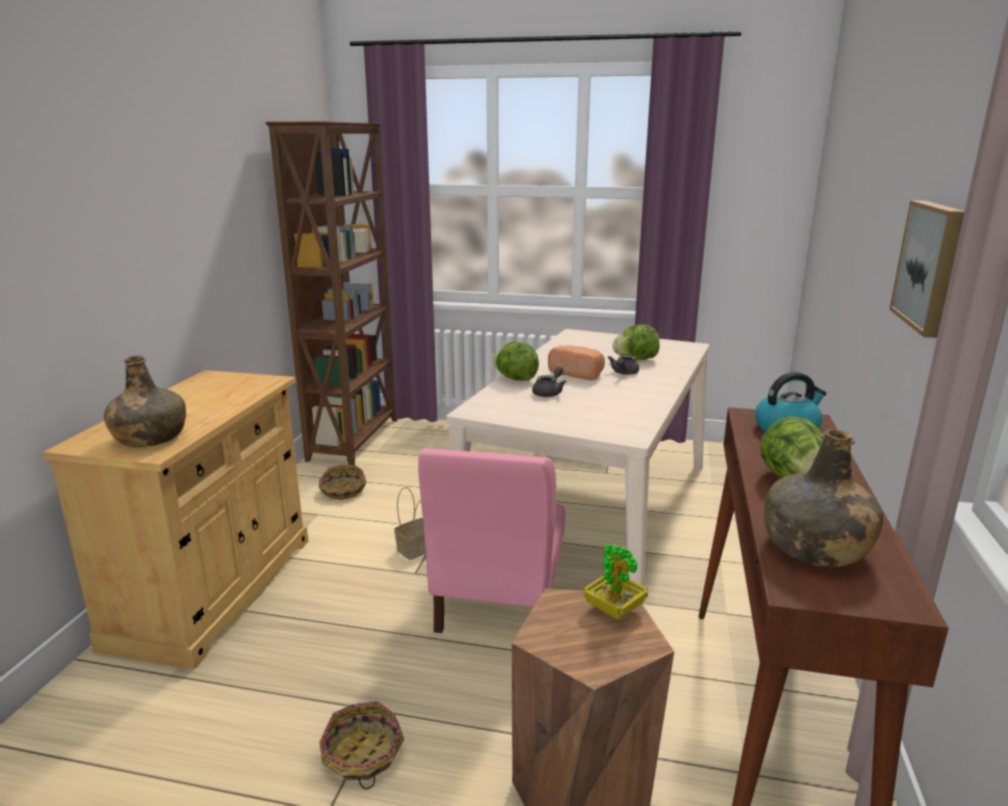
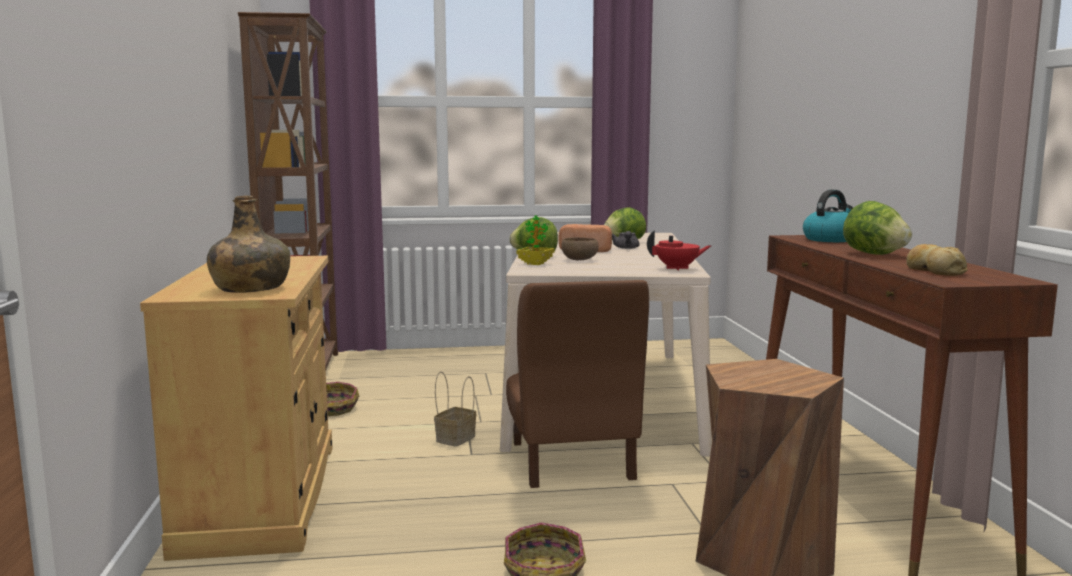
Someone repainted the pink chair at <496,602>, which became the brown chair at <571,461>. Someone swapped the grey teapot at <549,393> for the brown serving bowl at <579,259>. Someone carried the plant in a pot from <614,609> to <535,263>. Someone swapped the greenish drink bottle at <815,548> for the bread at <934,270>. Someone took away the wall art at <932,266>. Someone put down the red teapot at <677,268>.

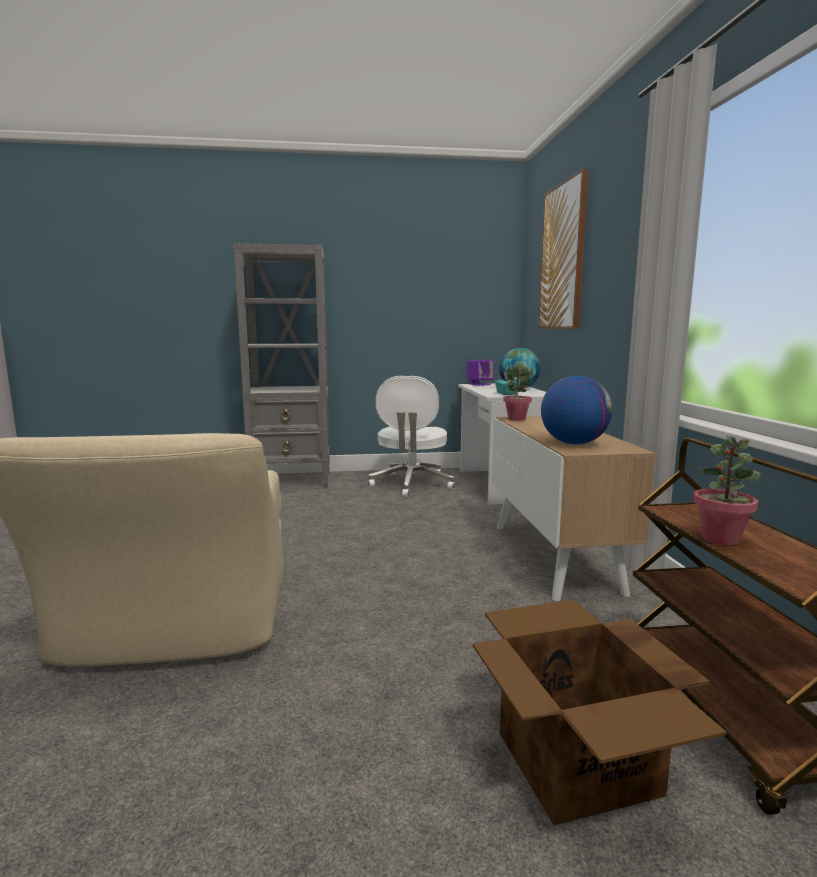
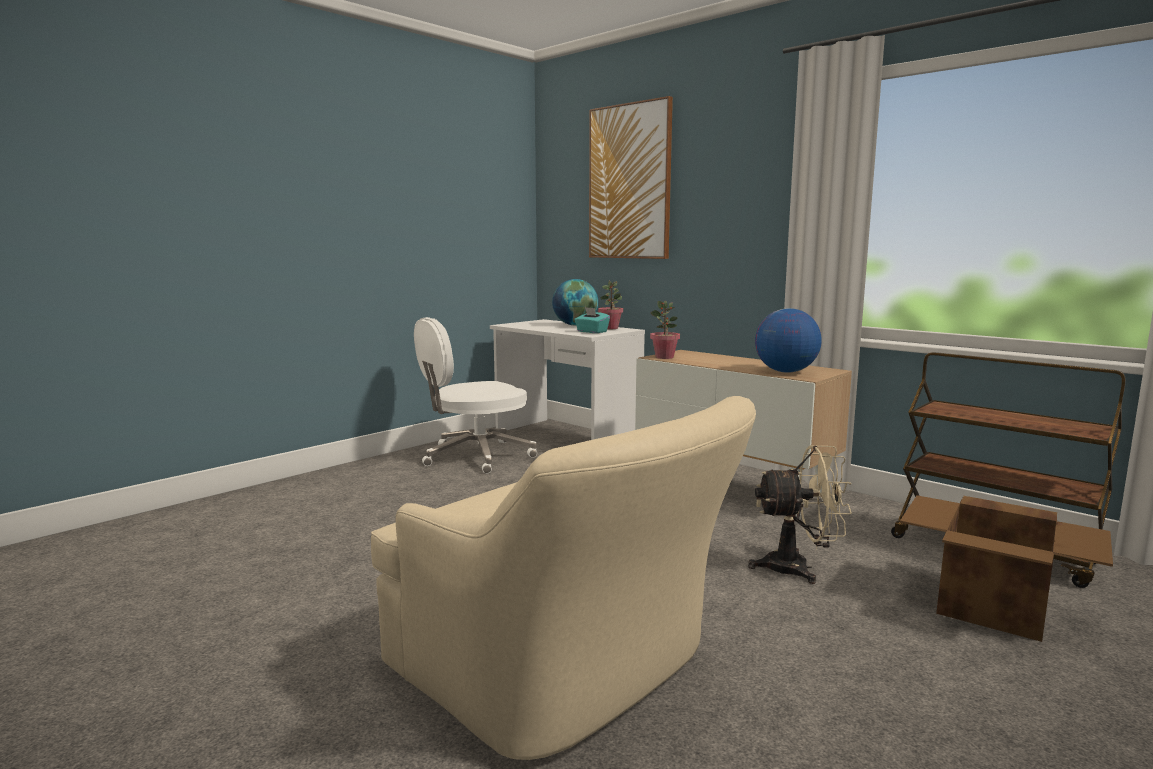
Someone took away the grey bookshelf at <293,481>. Someone rotated the whitish office chair at <411,484> by 90 degrees clockwise. Someone took away the purple loudspeaker at <479,384>. Someone carried the plant in a pot from <720,539> to <610,328>. Someone put down the sand-coloured electric fan at <798,568>.

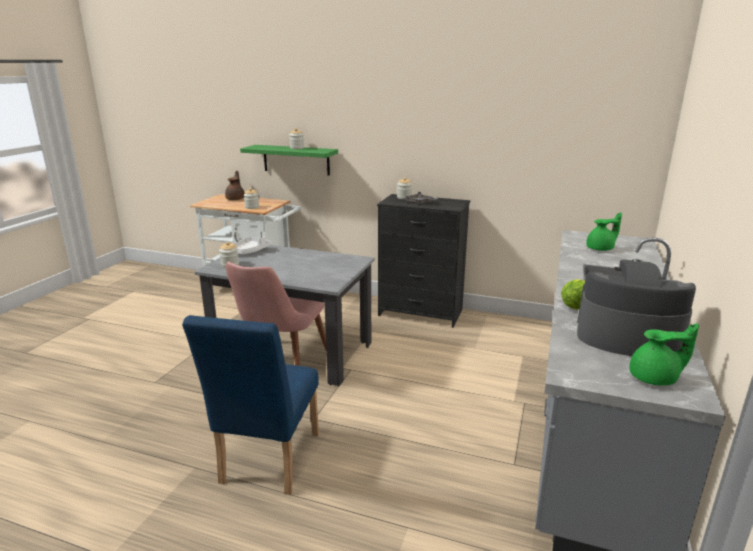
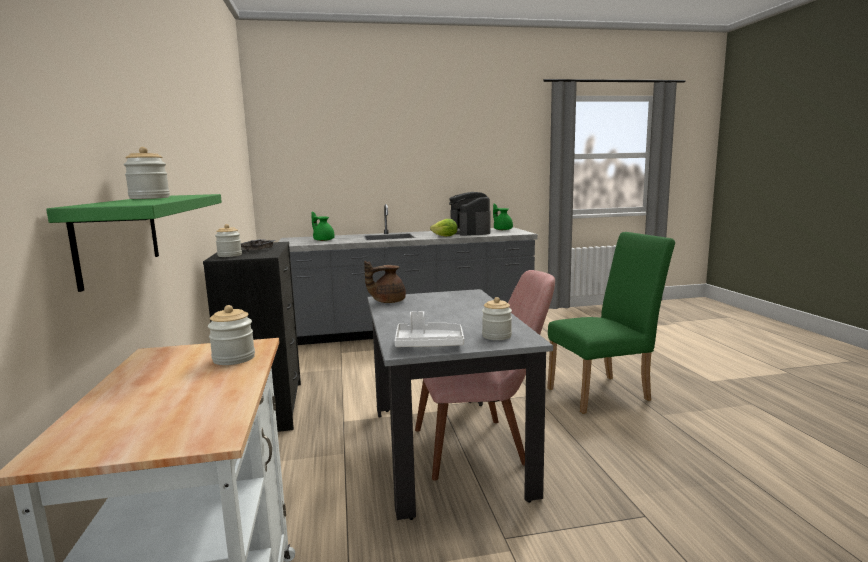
Someone repainted the bluish chair at <267,463>, which became the greenish chair at <605,393>. Someone carried the brown teapot from <236,199> to <387,301>.

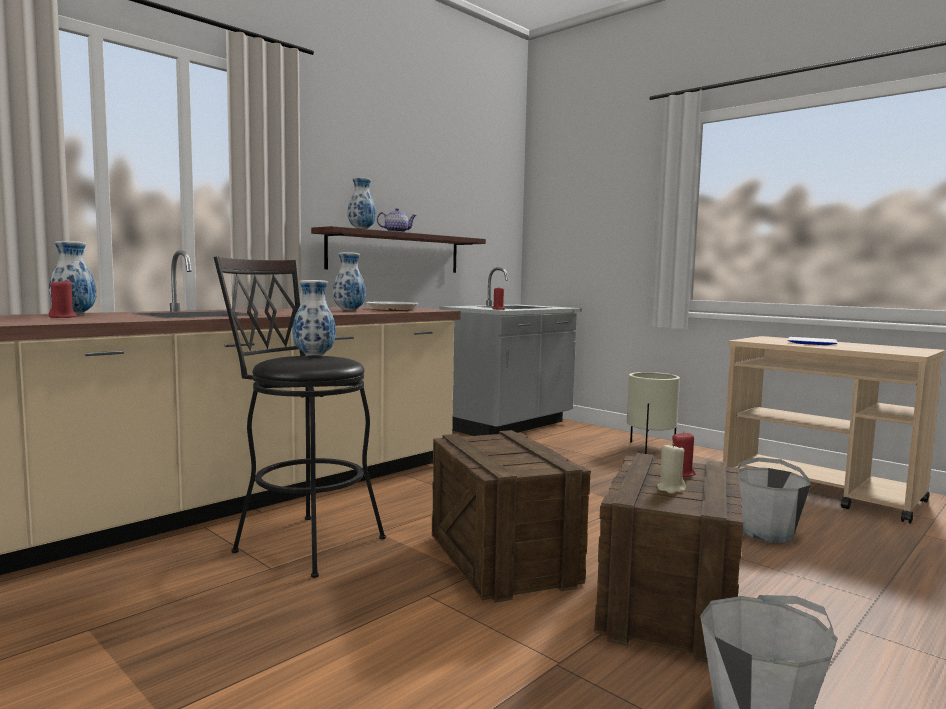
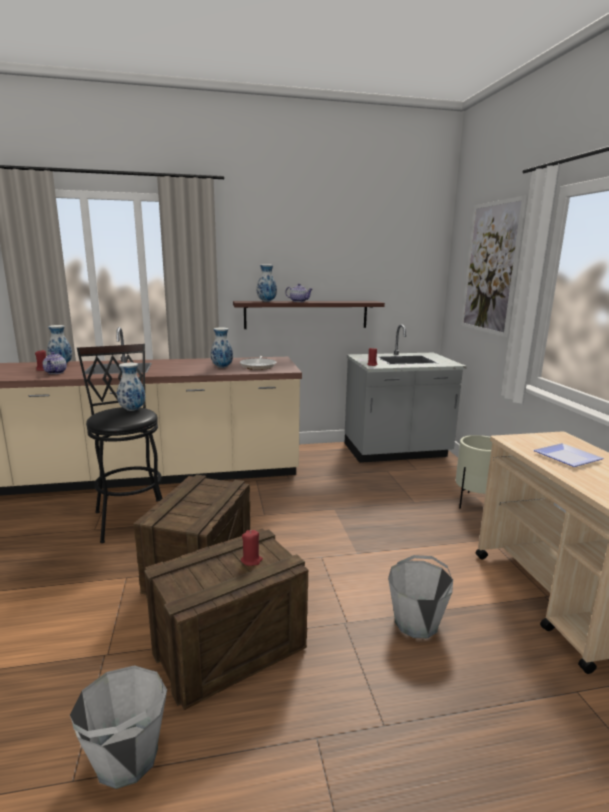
Someone took away the sand-coloured wax candle at <670,489>. Someone put down the teapot at <56,372>. Someone put up the wall art at <490,268>.

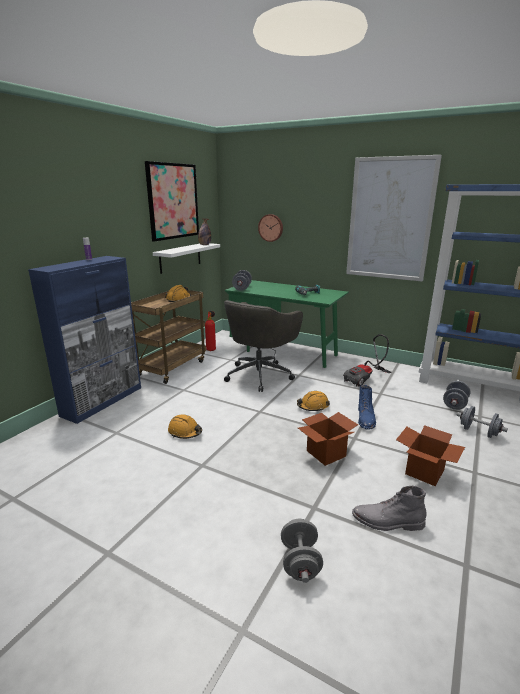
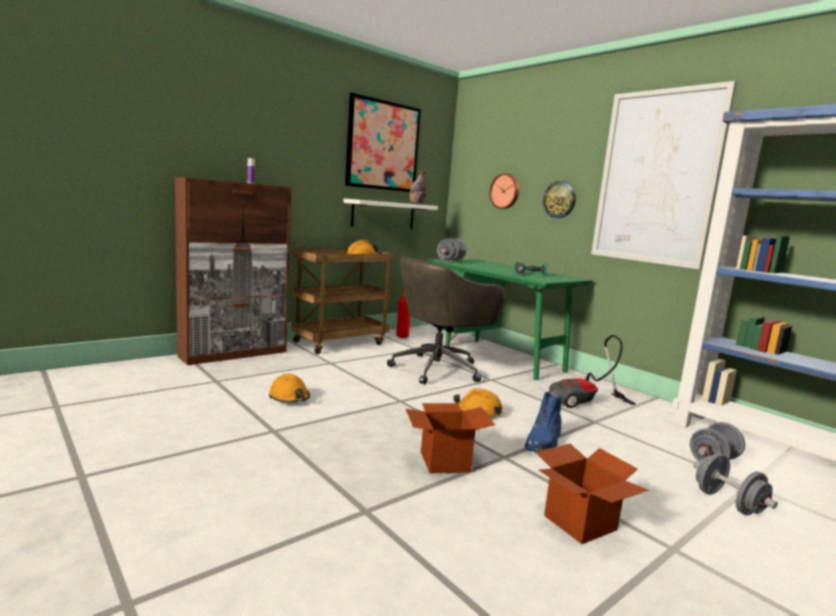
Someone repainted the bluish cabinet at <103,401>, which became the brown cabinet at <234,354>. Someone took away the grey dumbbell at <300,562>. Someone took away the grey boot at <387,522>. Someone put up the clock on the wall at <559,199>.

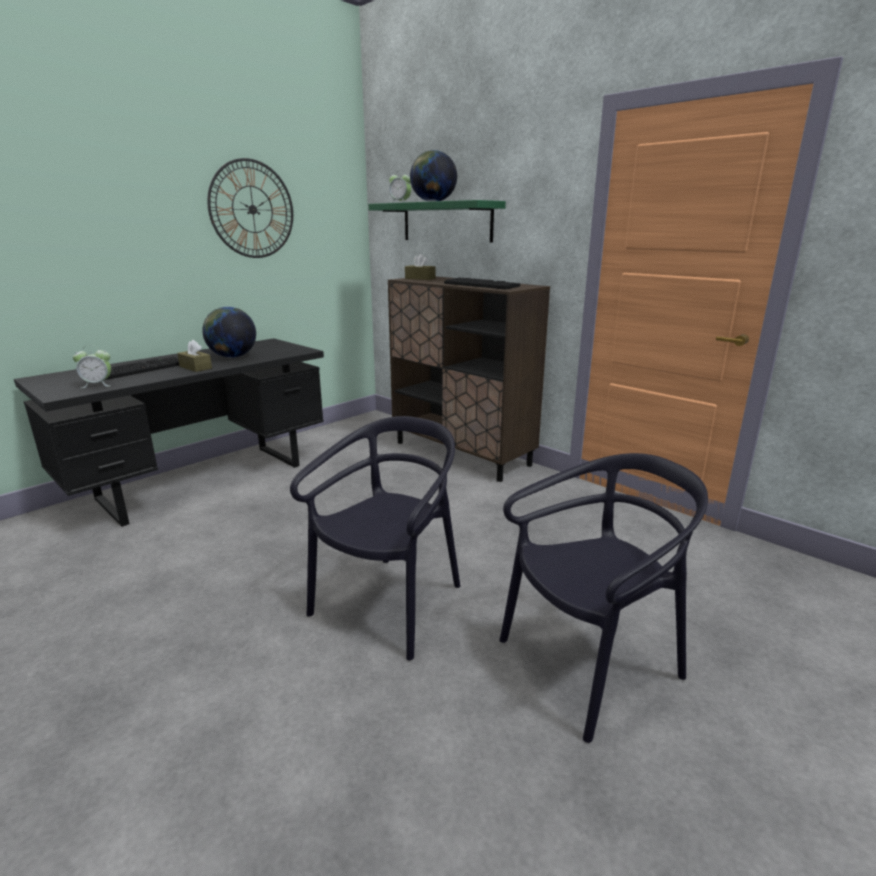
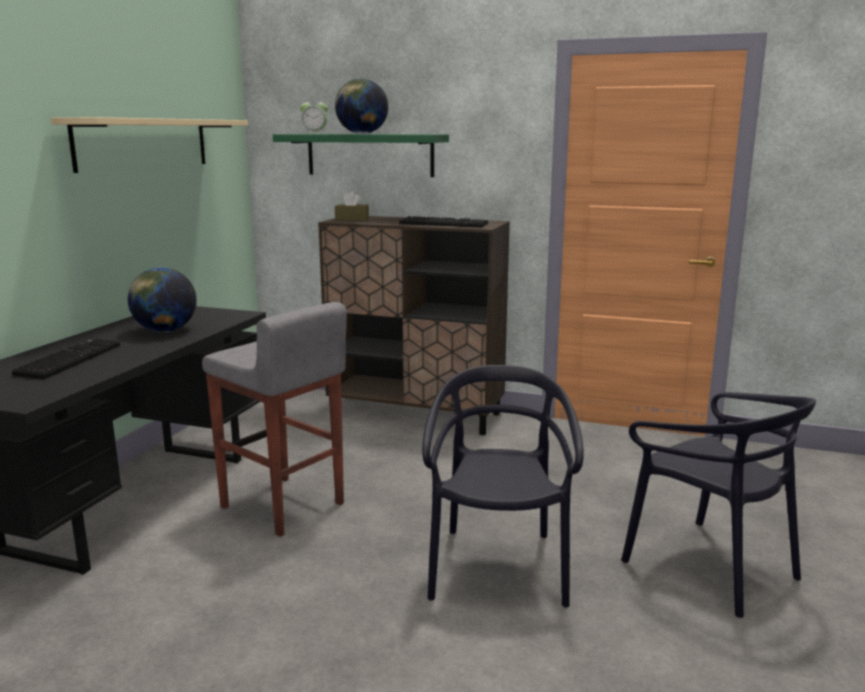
Someone took away the table clock at <97,385>. Someone took away the brown box of tissues at <195,367>. Someone swapped the clock on the wall at <252,209> for the sand-coloured shelf at <143,143>. Someone rotated the black-coloured chair at <590,664> by 105 degrees clockwise. Someone put down the grey stool at <282,506>.

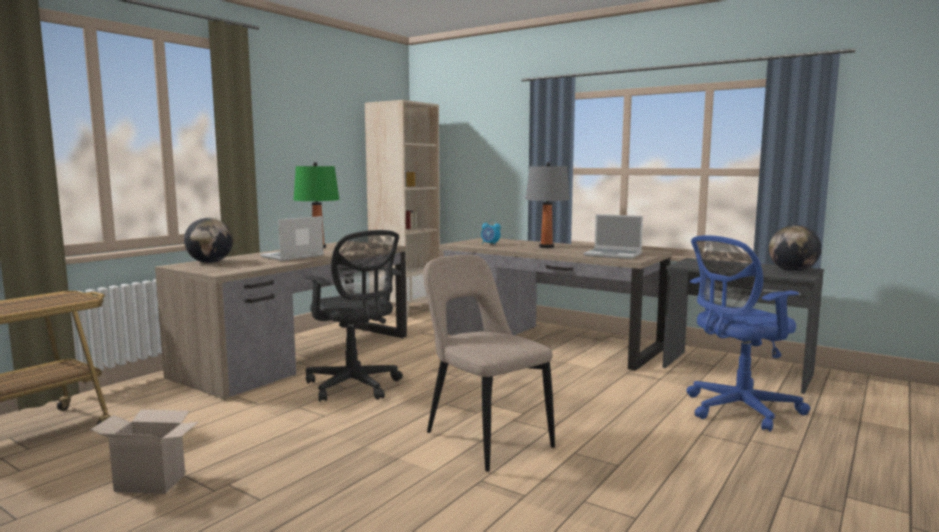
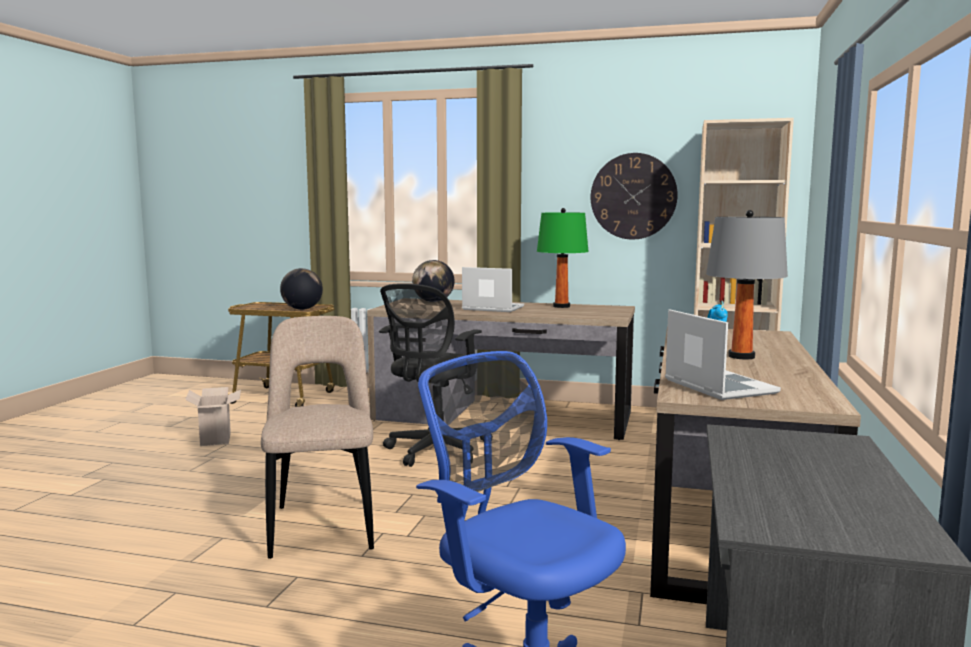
Someone rotated the sand-coloured chair at <484,438> by 45 degrees counterclockwise. Someone rotated the portable computer at <613,255> by 150 degrees clockwise. Someone carried the globe from <792,271> to <302,309>. Someone put up the clock on the wall at <633,196>.

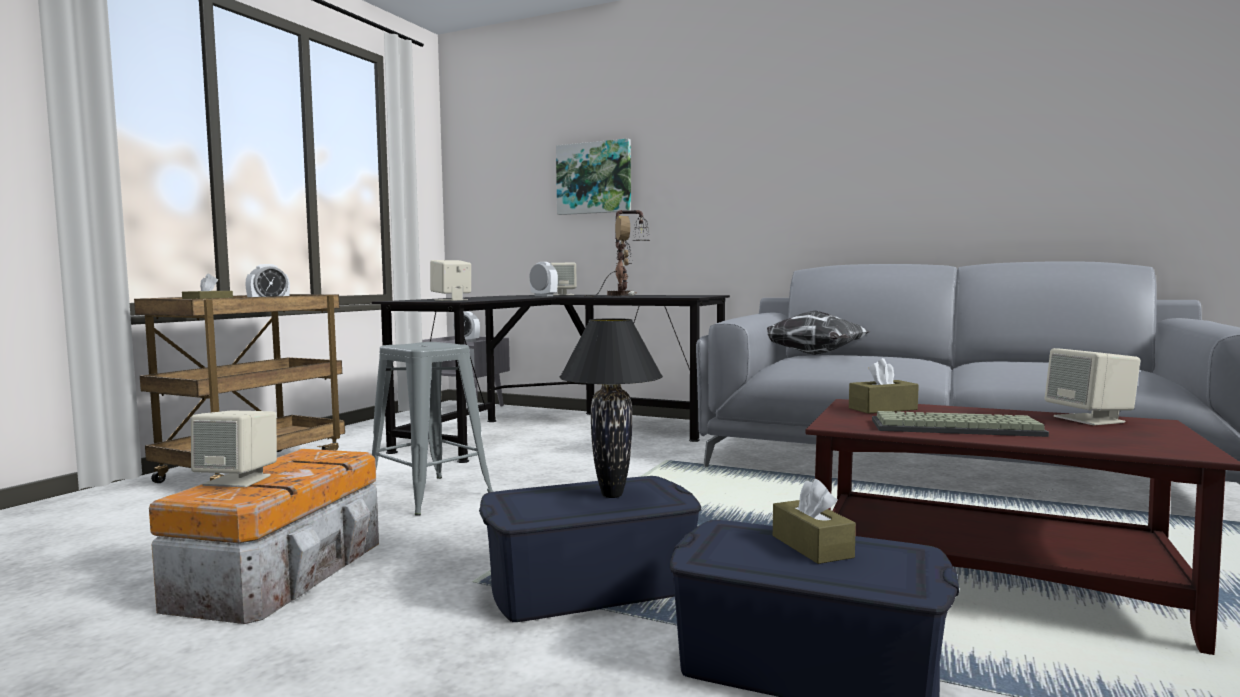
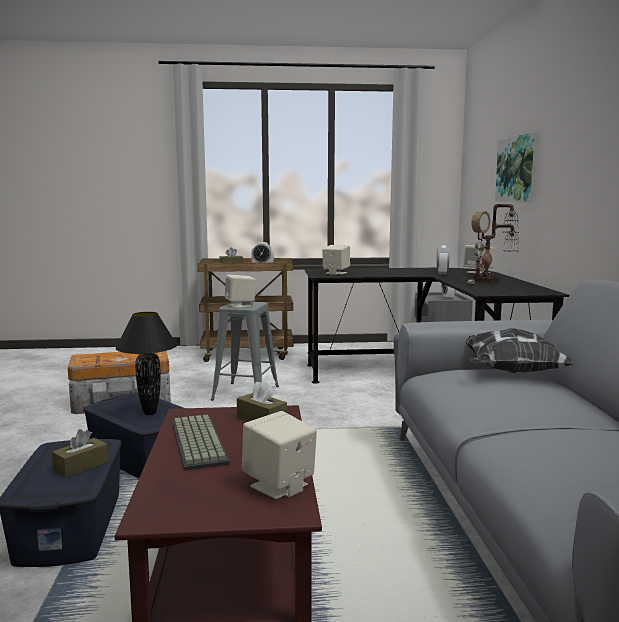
Someone carried the sand-coloured loudspeaker from <238,480> to <240,305>.

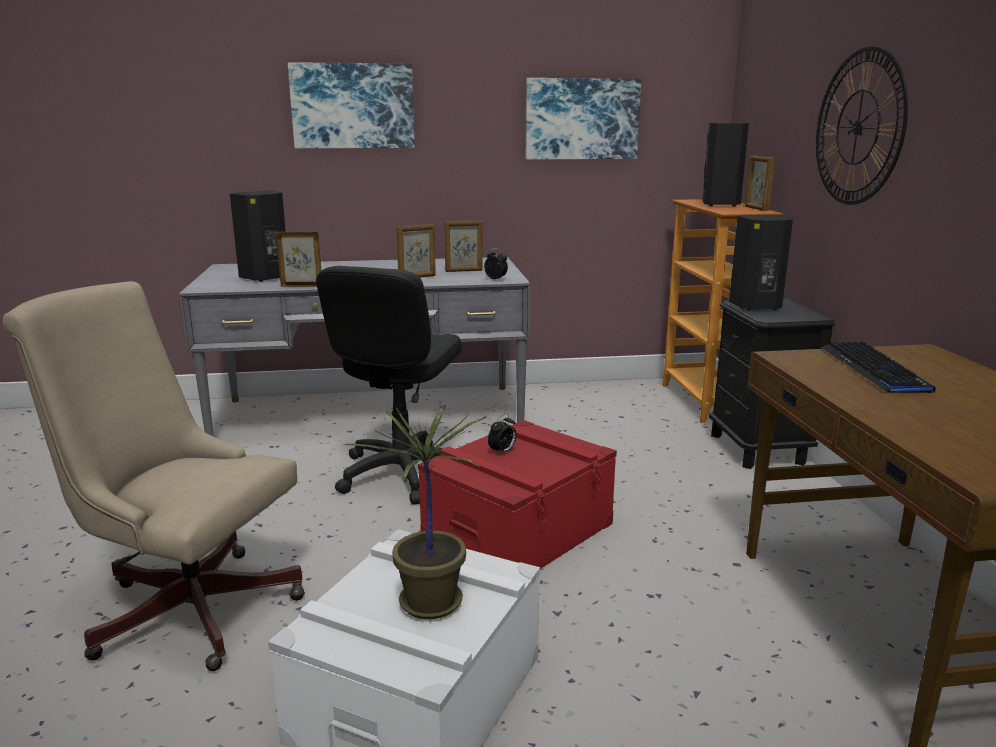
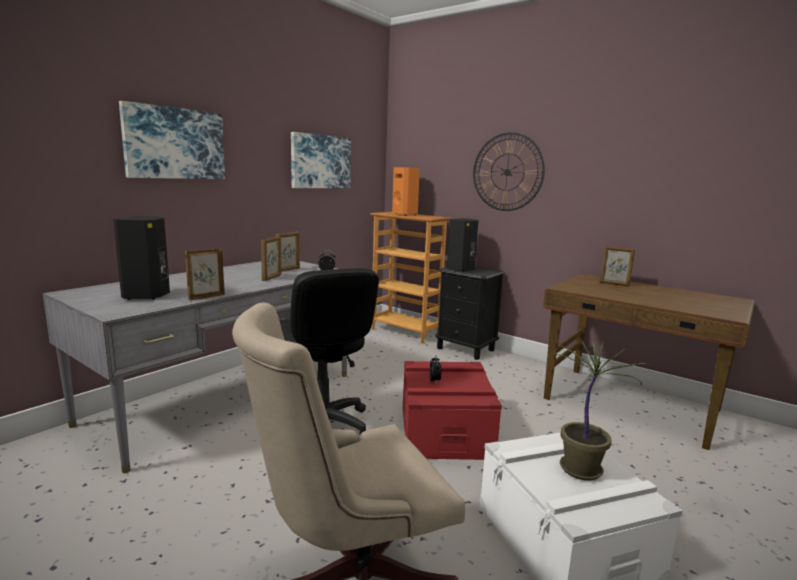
Someone repainted the black-coloured loudspeaker at <721,204>, which became the orange loudspeaker at <406,214>. Someone carried the picture frame from <756,208> to <614,284>. Someone took away the computer keyboard at <874,369>.

